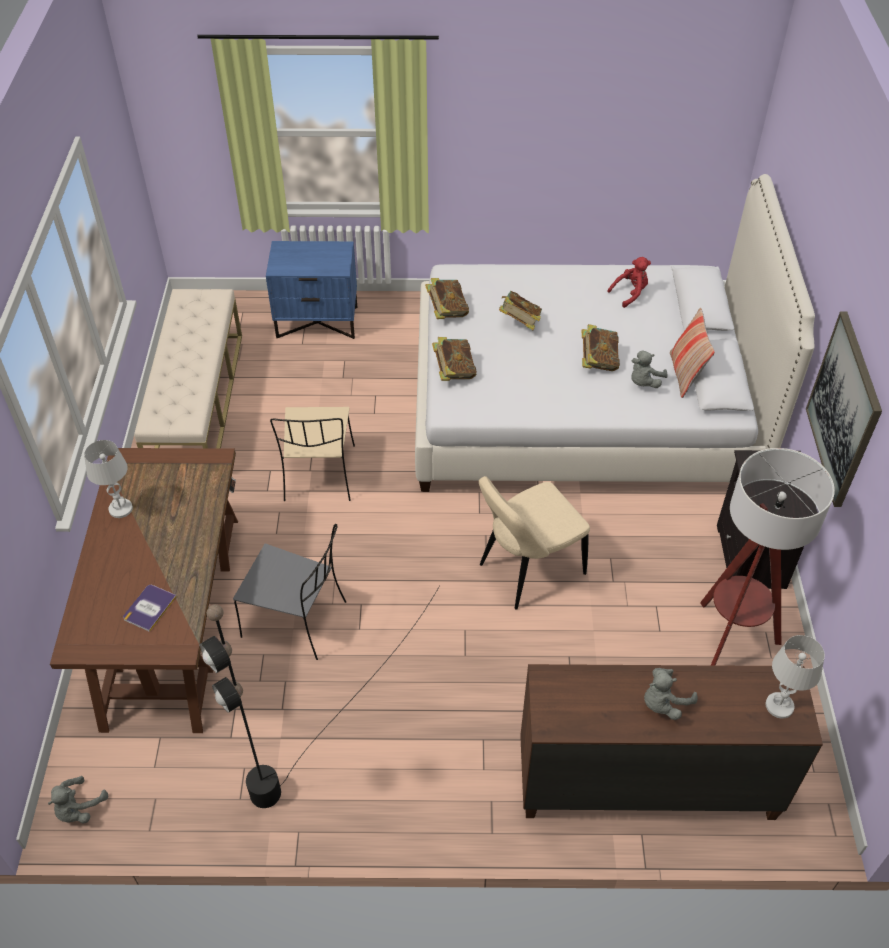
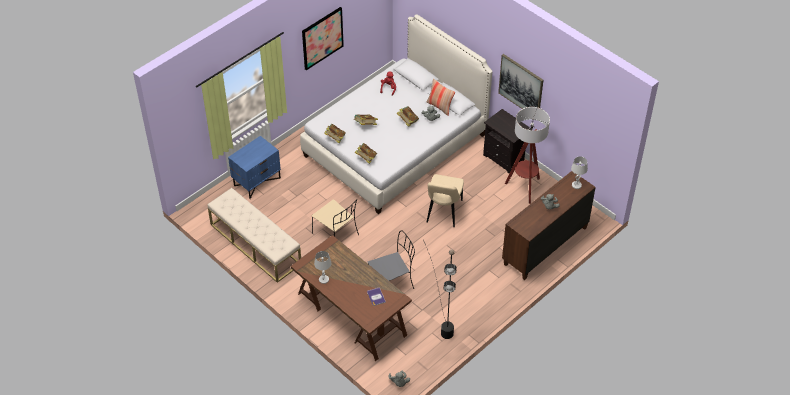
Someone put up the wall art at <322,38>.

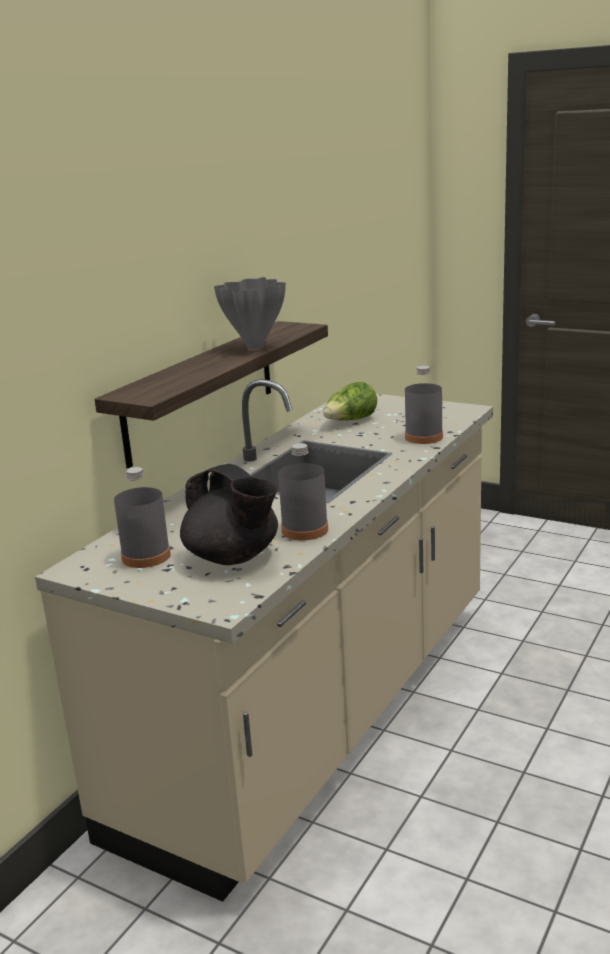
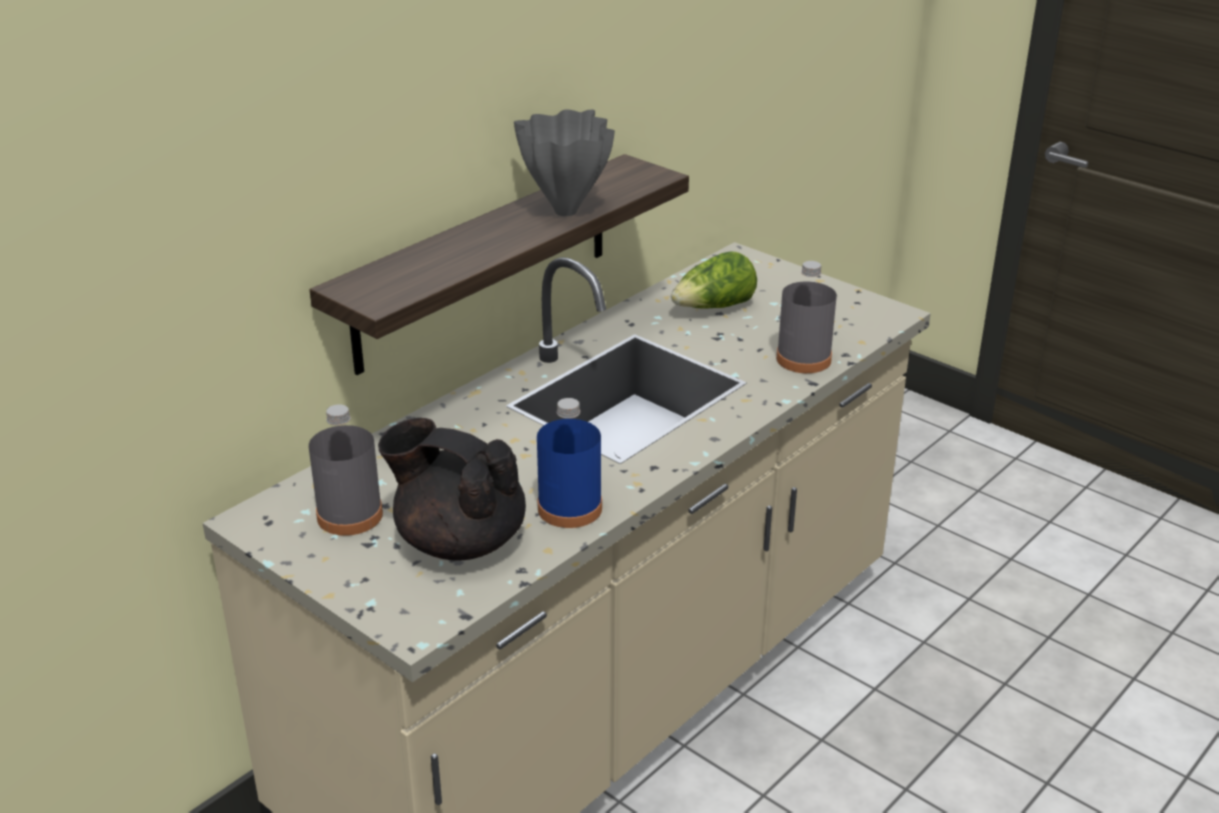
Someone rotated the black-coloured teapot at <233,557> by 150 degrees clockwise. Someone repainted the grey drink bottle at <304,530>, which became the bluish drink bottle at <570,508>.

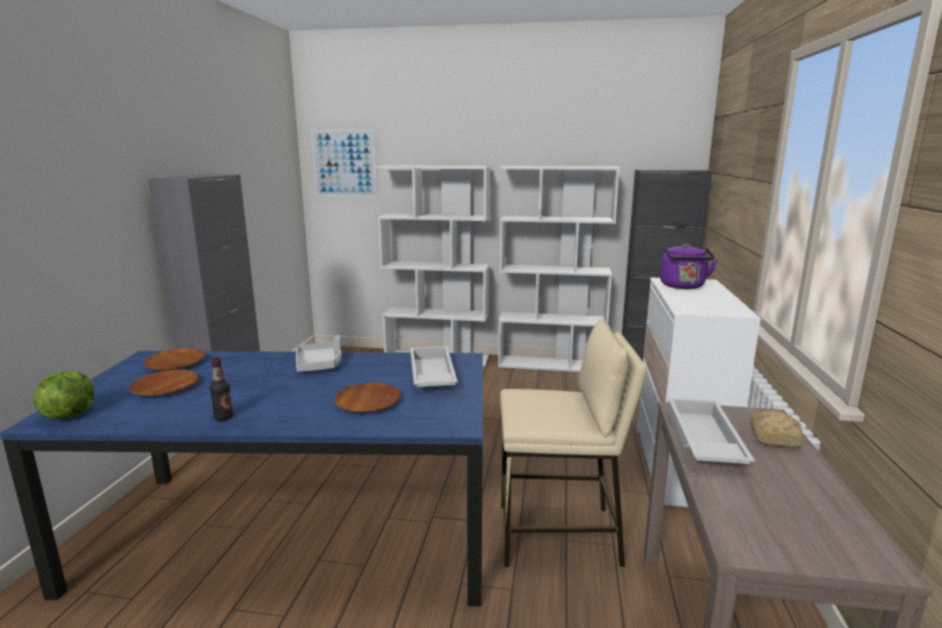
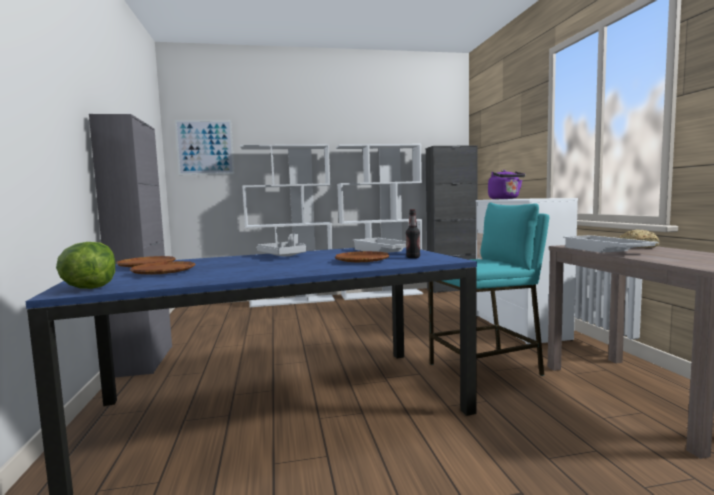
Someone carried the drink bottle from <224,417> to <413,257>. Someone repainted the sand-coloured stool at <559,536>, which became the blue-green stool at <485,370>.

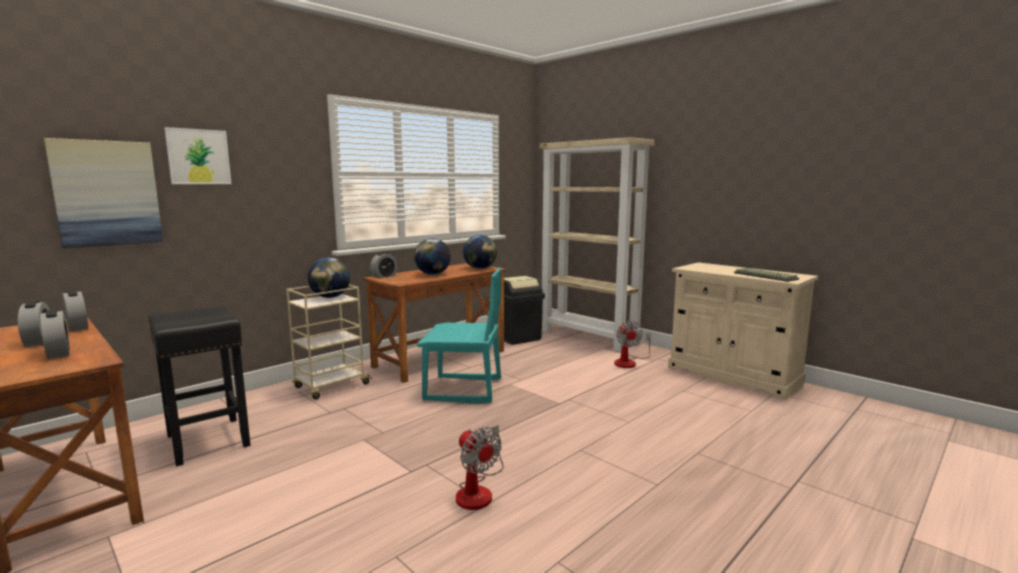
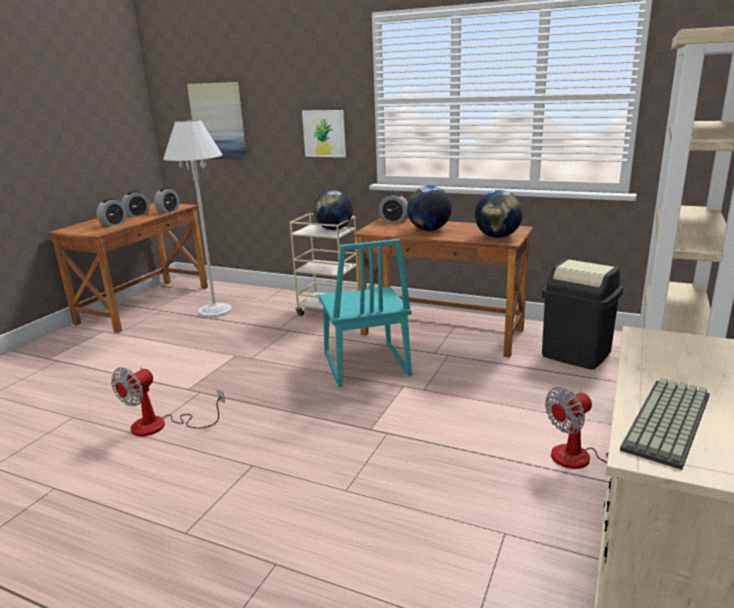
Someone swapped the black-coloured stool at <209,441> for the whitish floor lamp at <215,311>. Someone carried the wall art from <198,157> to <324,133>.

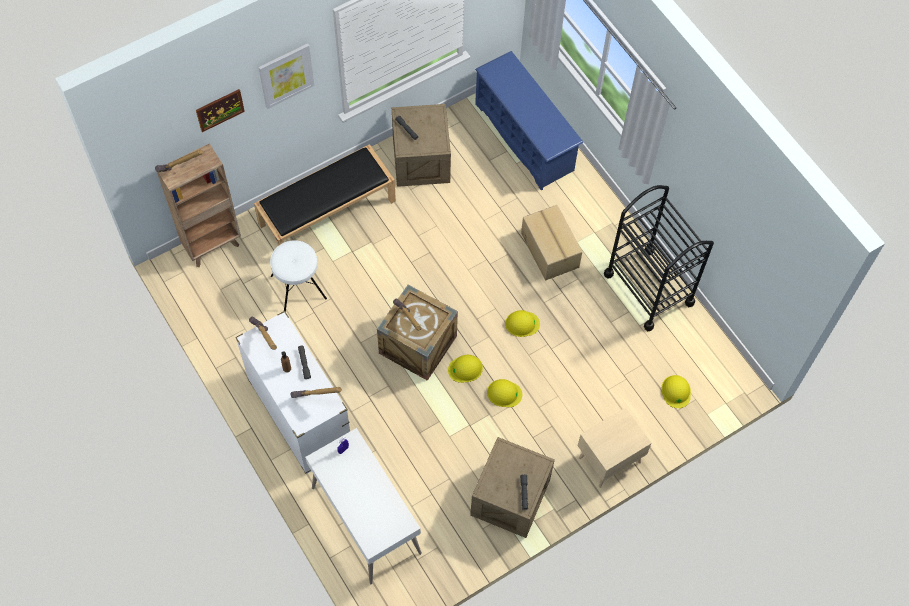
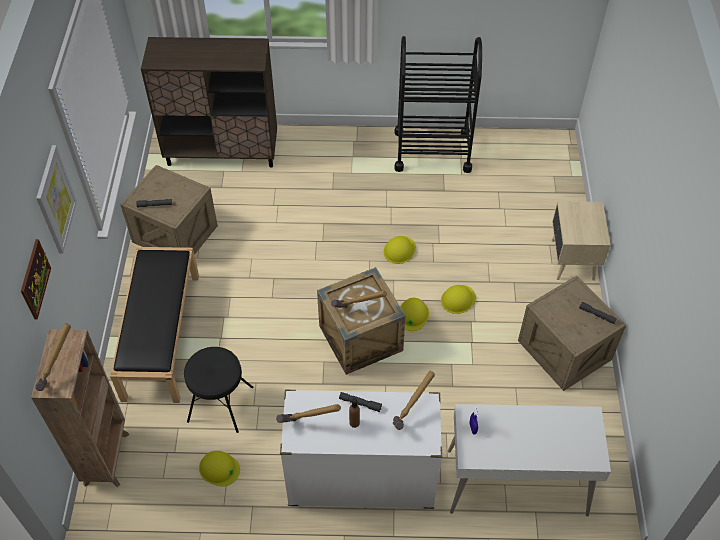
Someone repainted the whitish stool at <298,287>, which became the black-coloured stool at <220,404>. Someone swapped the bluish shoe shelf at <525,137> for the brown cabinet at <222,152>. Someone took away the cardboard box at <550,250>. Someone carried the yellowish hard hat from <676,391> to <219,468>.

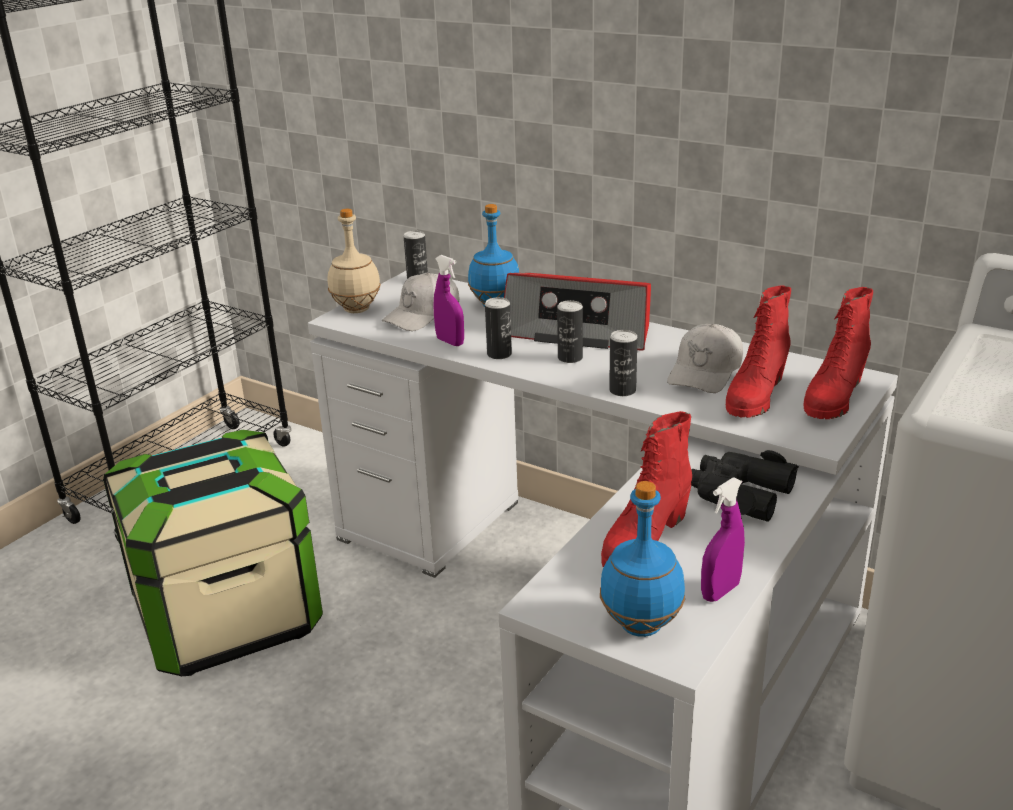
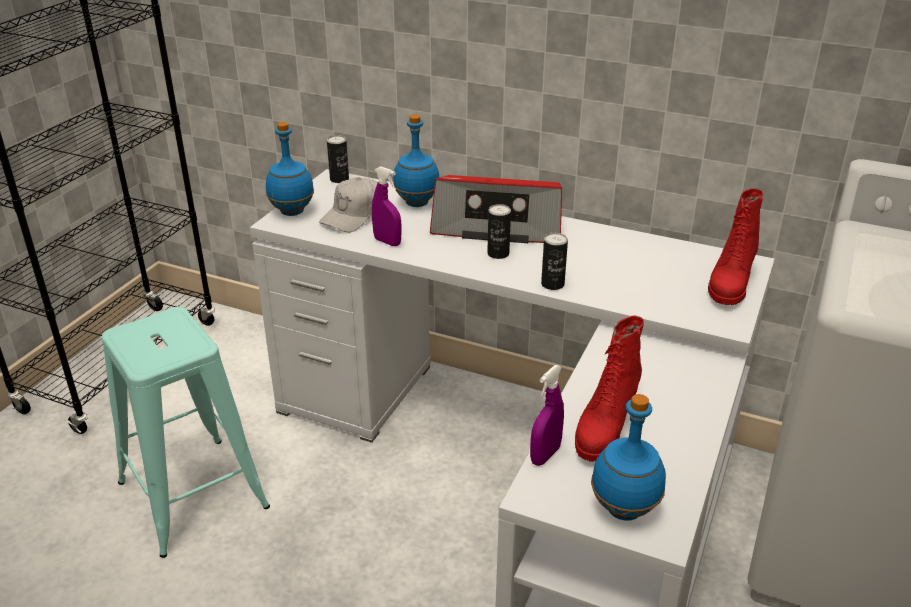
Someone swapped the storage box at <228,616> for the blue-green stool at <193,494>. Someone repainted the sand-coloured drink bottle at <357,310>, which became the bluish drink bottle at <292,212>. Someone took away the metal can at <499,354>. Someone took away the whitish peaked cap at <705,372>. Someone took away the black-coloured binoculars at <738,494>. Someone carried the purple spray bottle from <720,591> to <545,455>. Someone took away the red boot at <755,397>.

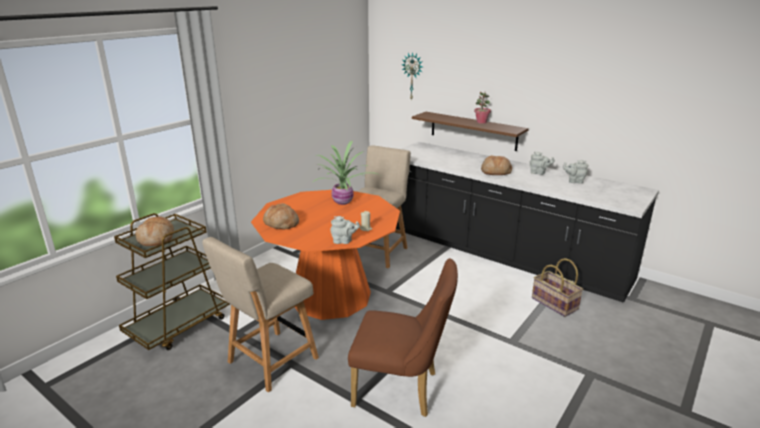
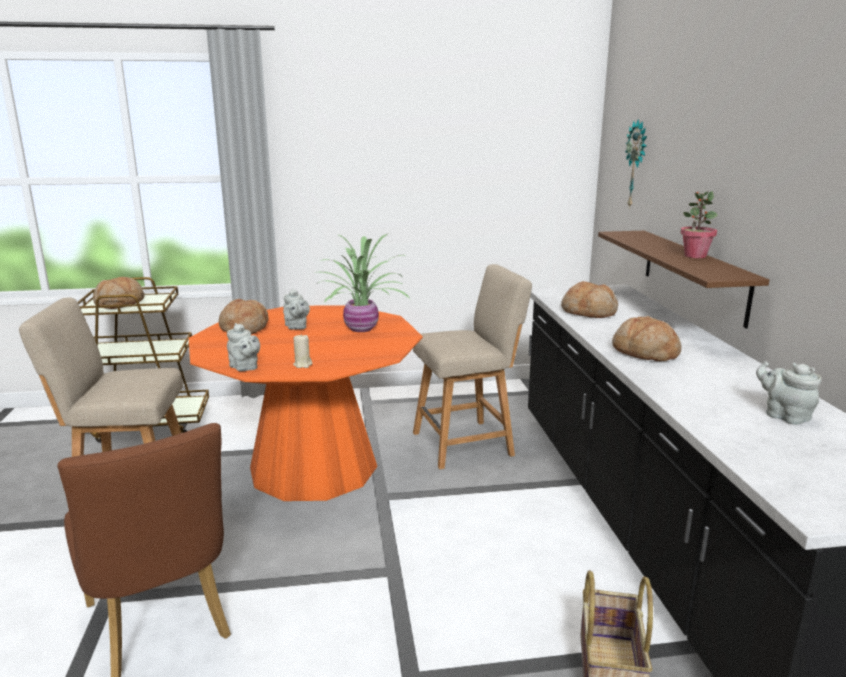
Someone carried the grey teapot from <539,173> to <296,327>. Someone put down the bread at <589,312>.

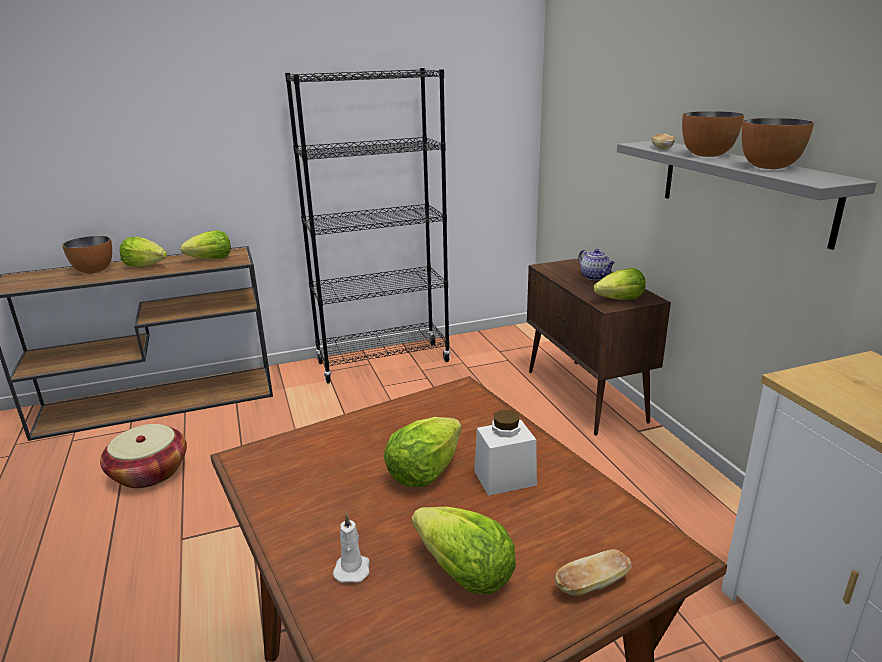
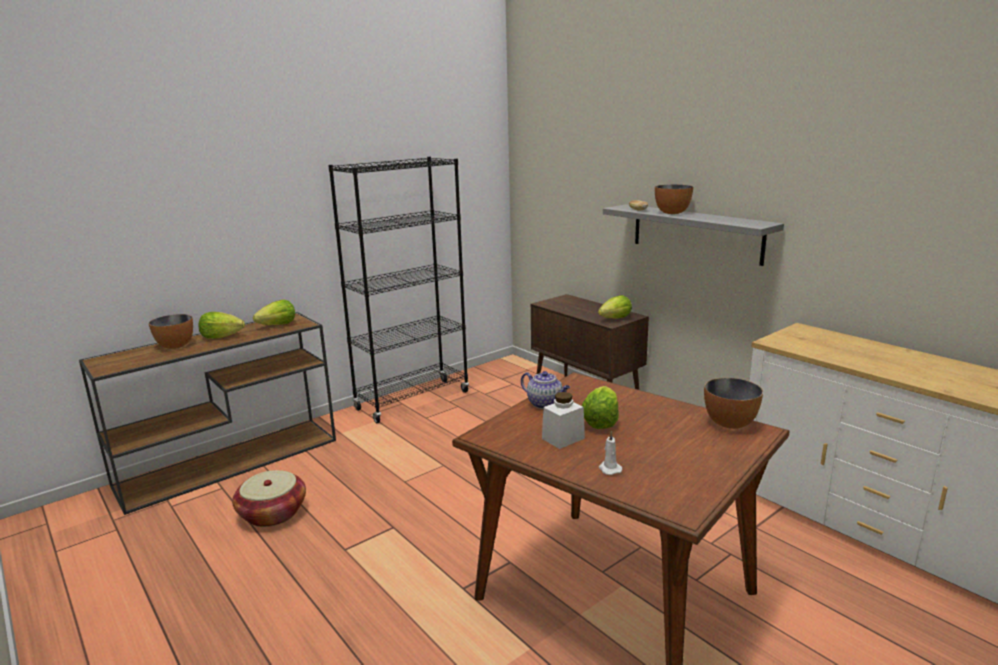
Someone took away the lettuce head at <464,574>. Someone carried the whitish preserve jar from <505,478> to <563,438>. Someone took away the bread at <592,585>. Someone carried the teapot from <595,277> to <545,404>. Someone carried the serving bowl from <769,167> to <729,423>.

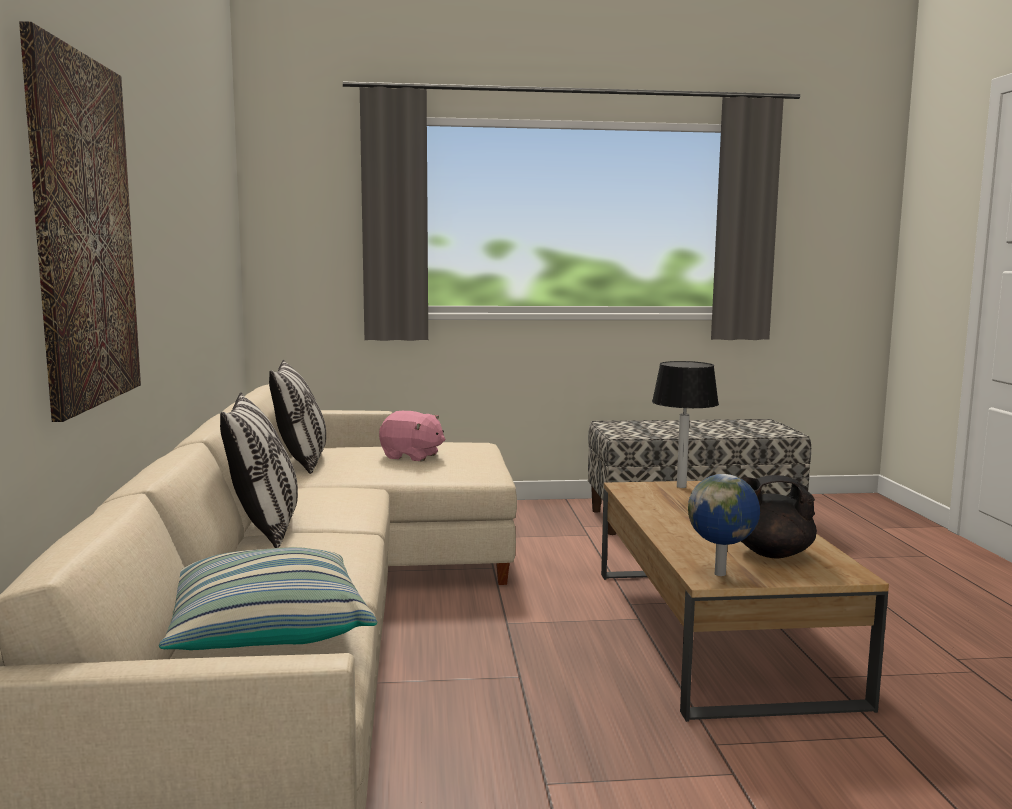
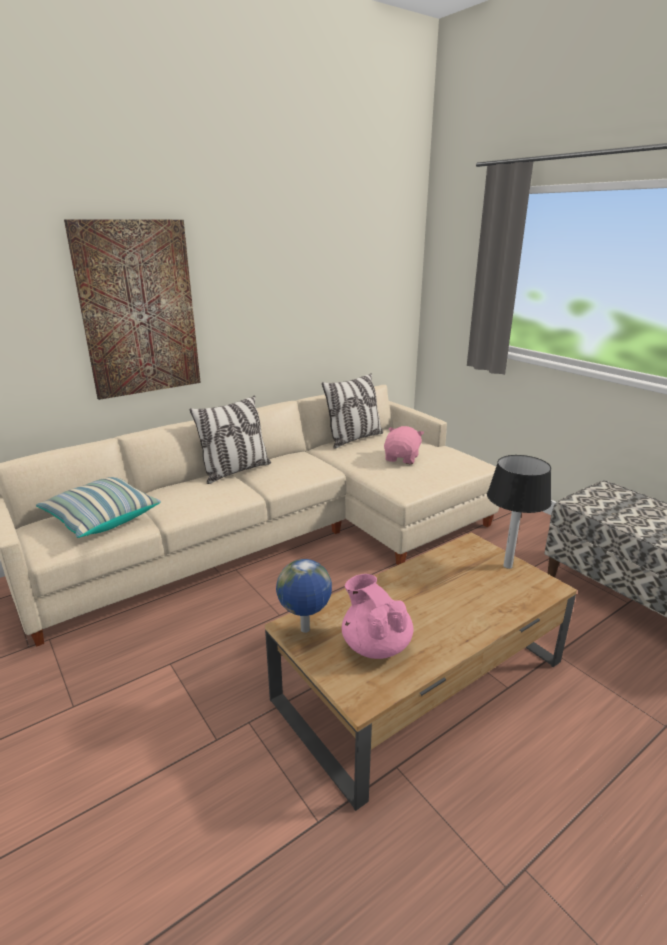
Someone rotated the pink soft toy at <411,456> by 150 degrees counterclockwise. Someone repainted the black-coloured teapot at <769,553>, which became the pink teapot at <375,644>.

